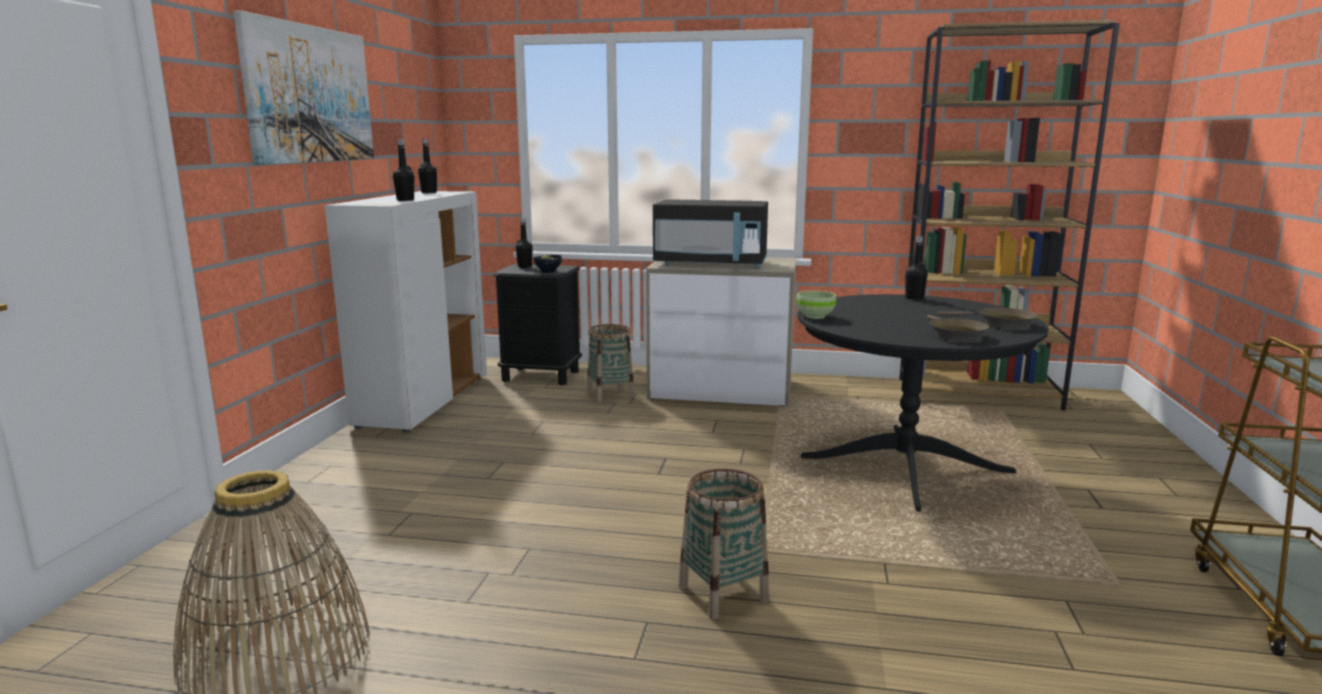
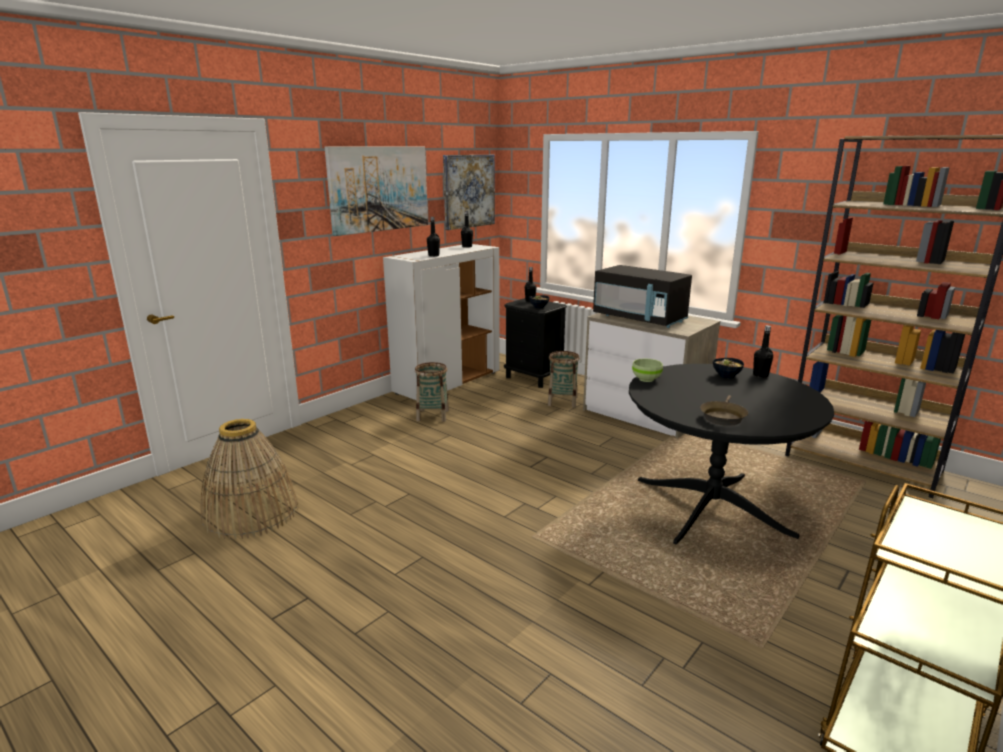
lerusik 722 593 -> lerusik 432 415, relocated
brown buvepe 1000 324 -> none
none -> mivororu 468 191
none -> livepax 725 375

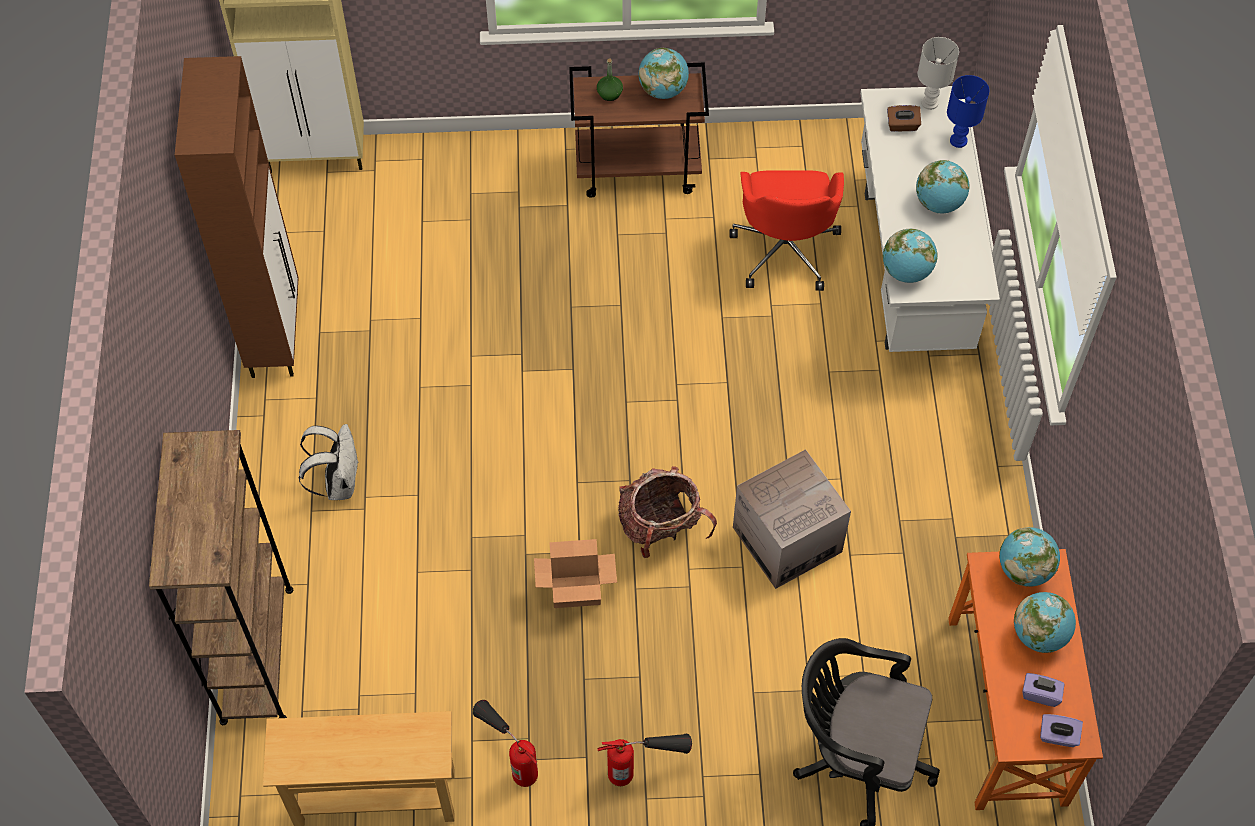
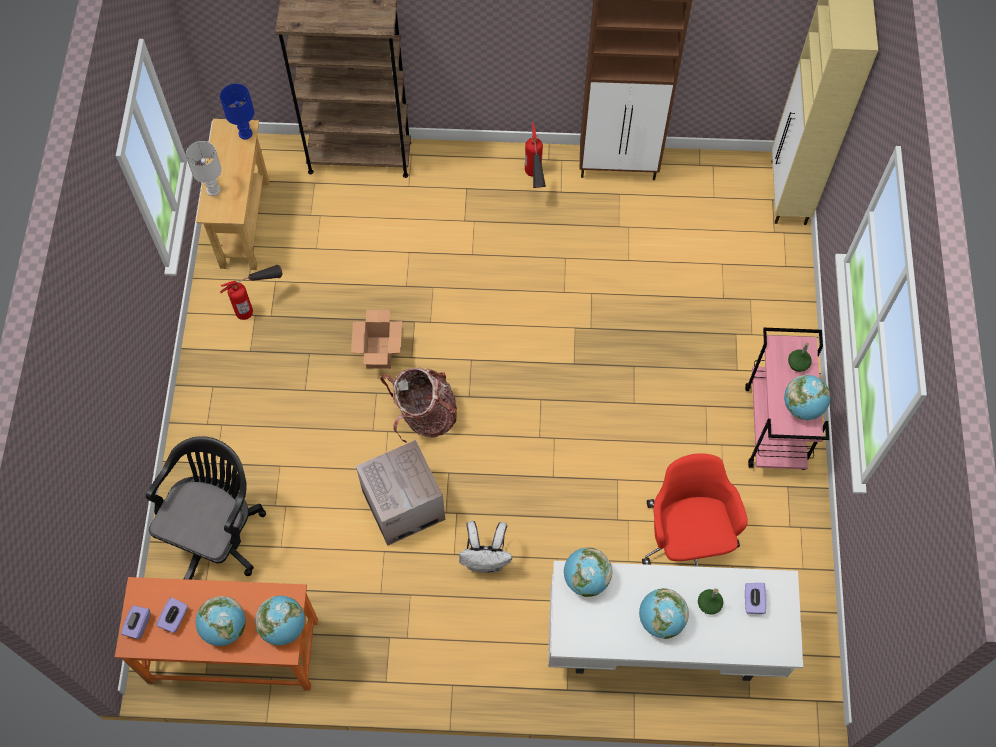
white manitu 338 482 -> white manitu 486 560, relocated
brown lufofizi 639 169 -> pink lufofizi 775 428
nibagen 644 770 -> nibagen 535 183, relocated
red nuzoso 785 249 -> red nuzoso 686 539, 75 degrees clockwise
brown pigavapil 902 125 -> purple pigavapil 753 601
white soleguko 930 103 -> white soleguko 213 190, relocated
blue soleguko 958 141 -> blue soleguko 245 133, relocated
none -> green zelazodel 709 604

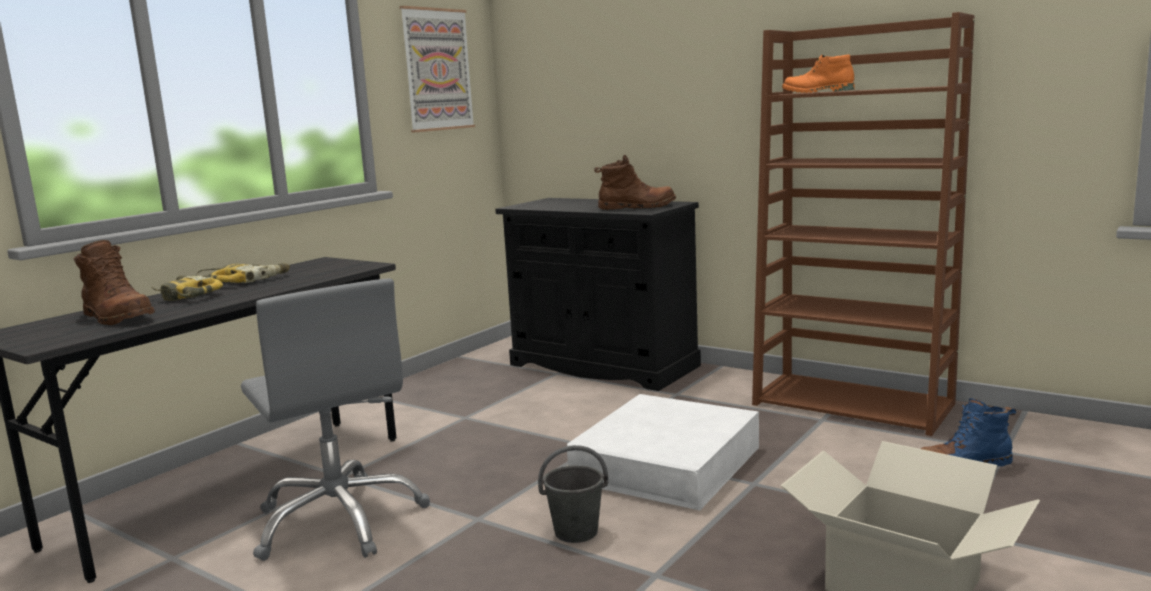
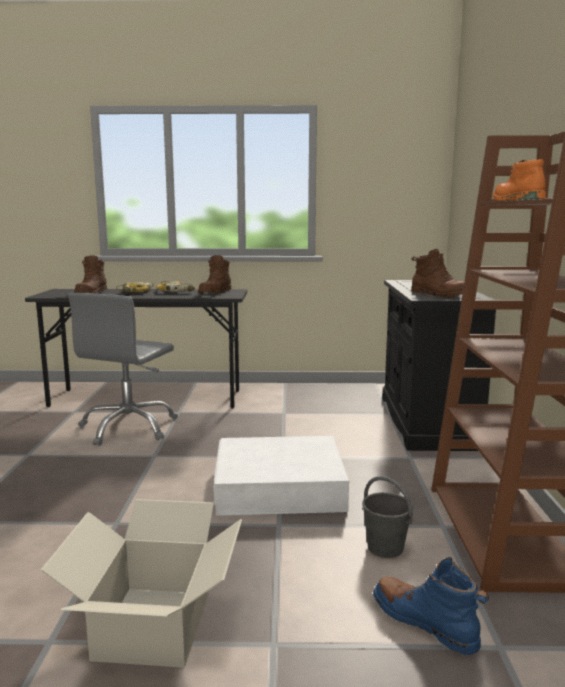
mivororu 437 70 -> none
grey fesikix 577 532 -> grey fesikix 386 548, relocated
none -> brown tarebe 215 293

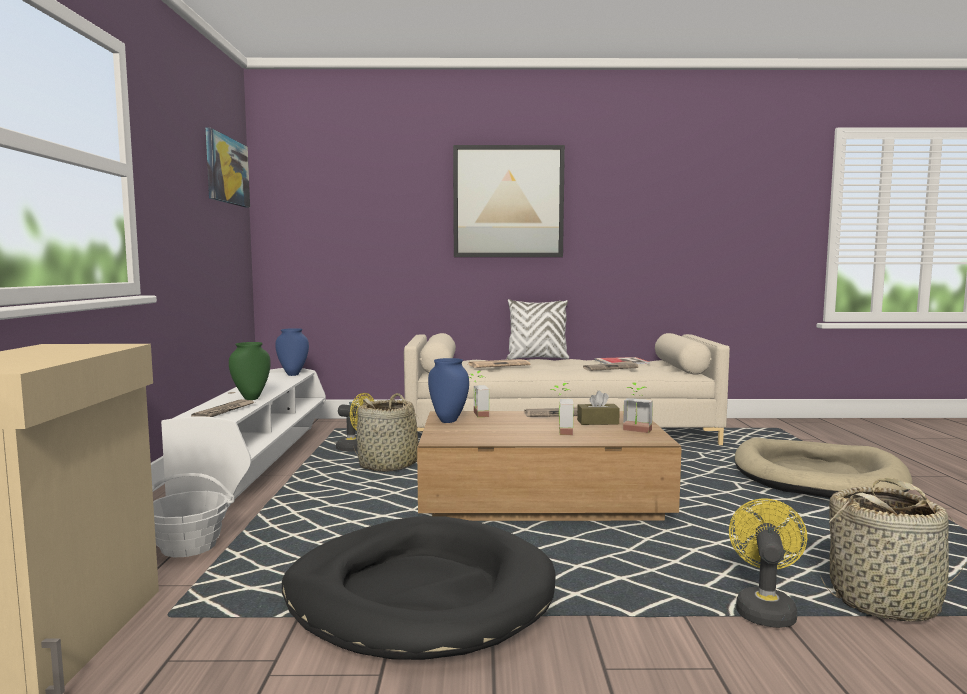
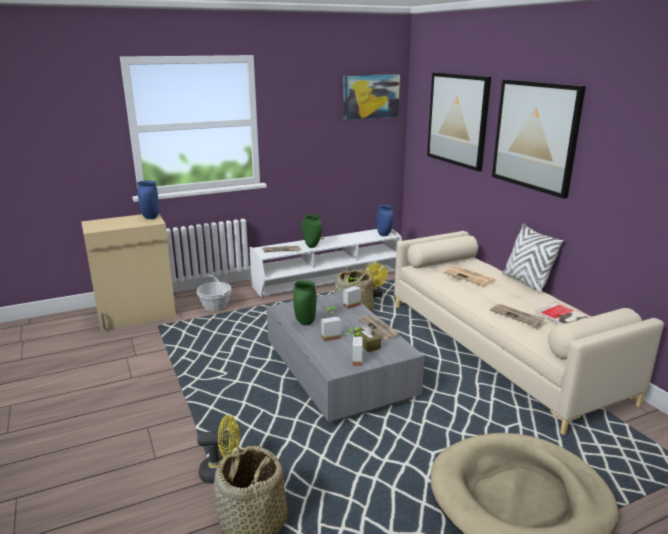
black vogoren 419 594 -> none
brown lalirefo 542 498 -> grey lalirefo 338 372
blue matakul 449 421 -> blue matakul 151 218, relocated
none -> green matakul 306 323
none -> mivororu 458 120

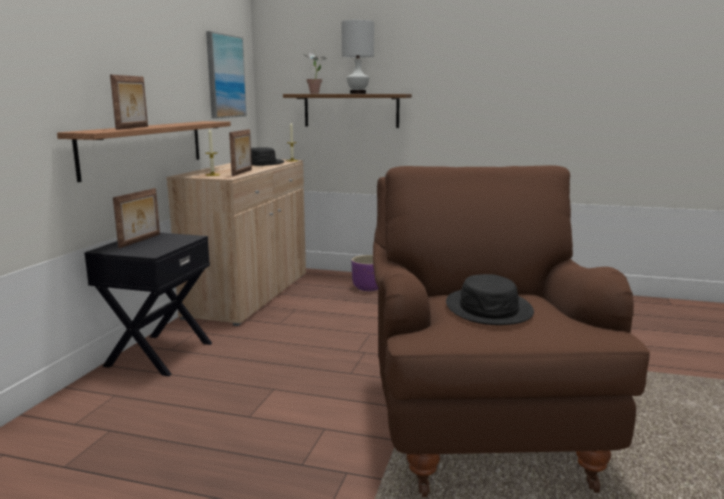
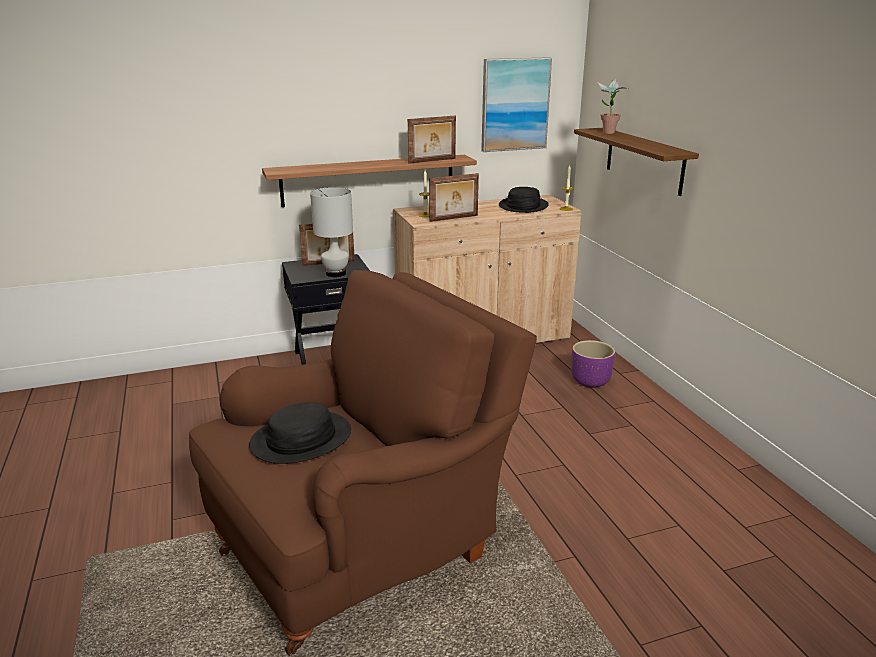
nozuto 133 128 -> nozuto 432 161, relocated
white soleguko 357 93 -> white soleguko 336 273, relocated

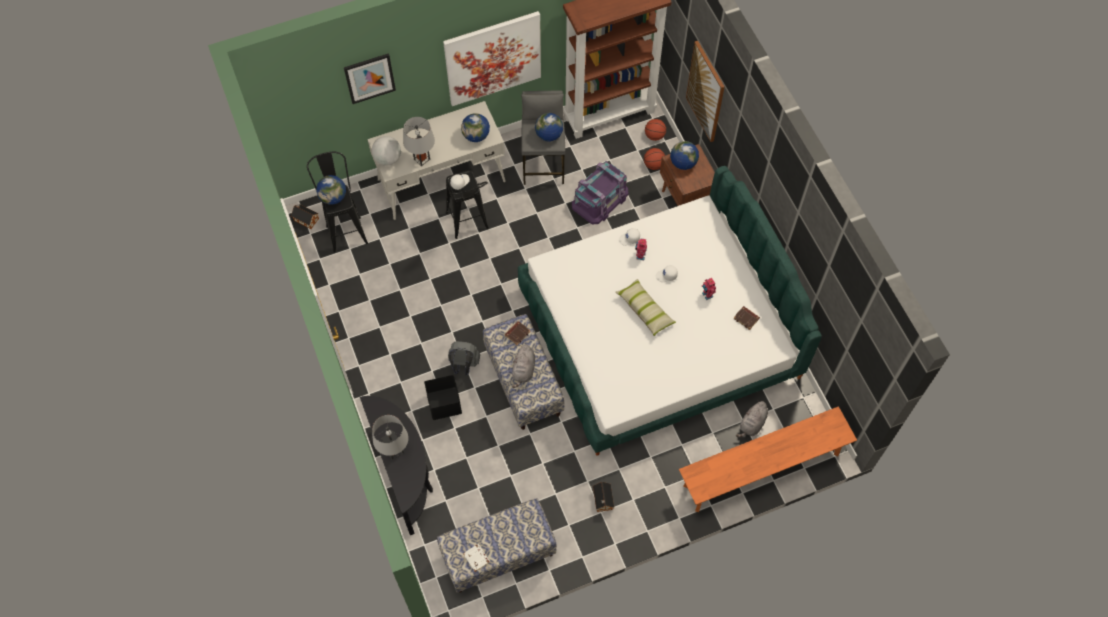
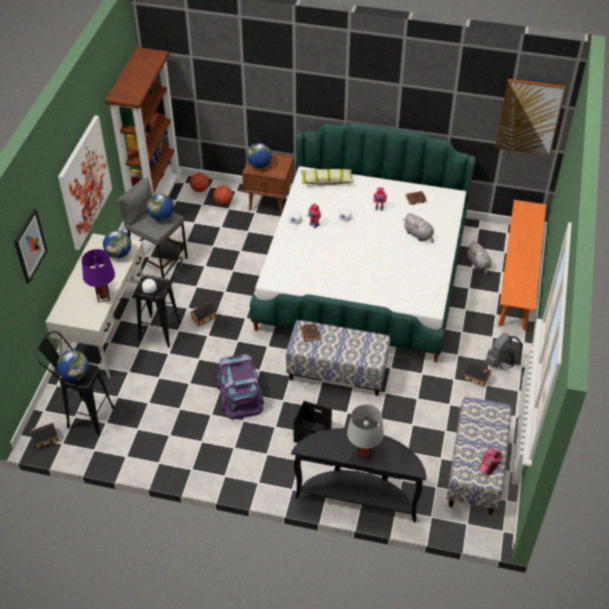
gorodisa 388 159 -> none
grey soleguko 422 159 -> purple soleguko 103 297
grey manitu 464 365 -> grey manitu 500 363, relocated
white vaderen 477 558 -> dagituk 490 463
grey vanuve 523 370 -> grey vanuve 419 235, relocated
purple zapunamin 599 199 -> purple zapunamin 239 394, relocated
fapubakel 645 310 -> fapubakel 326 181, relocated
mivororu 706 92 -> mivororu 529 117, relocated
none -> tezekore 203 318

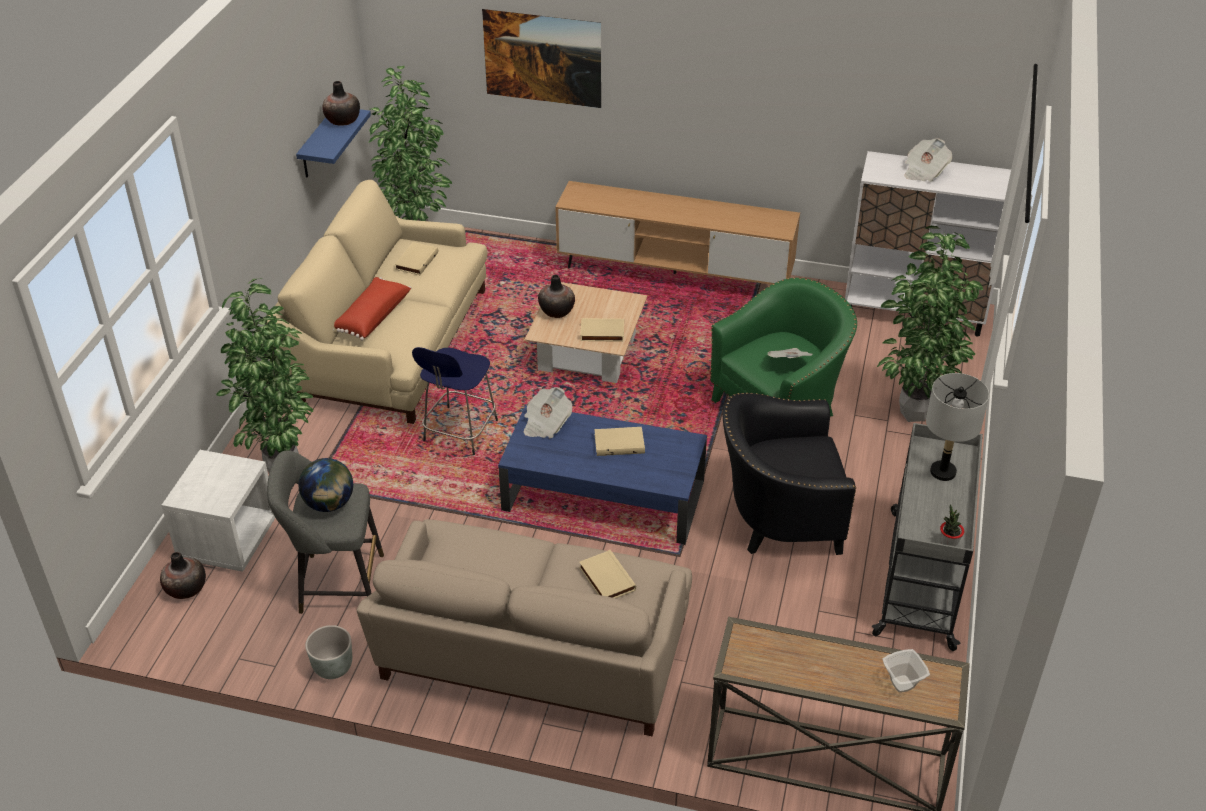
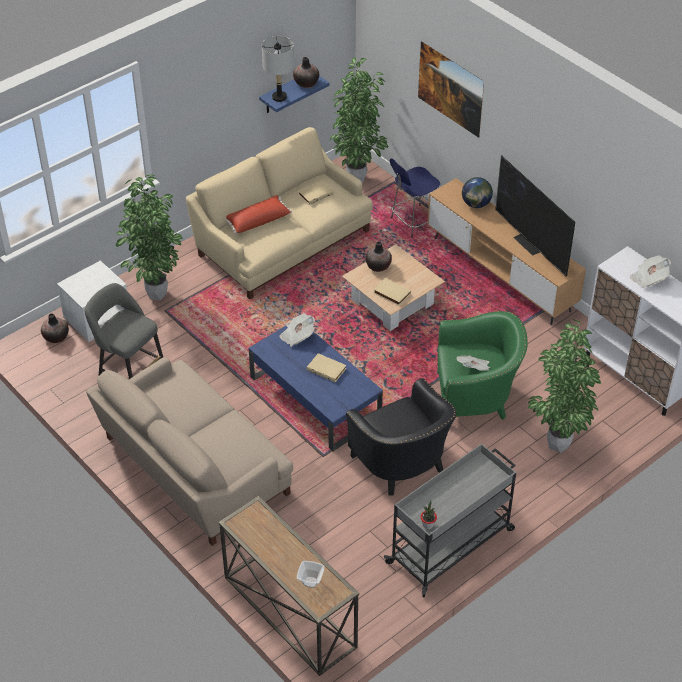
gorodisa 329 504 -> gorodisa 476 204, relocated
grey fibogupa 332 668 -> none
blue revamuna 459 433 -> blue revamuna 414 222, relocated
beige vaderen 605 579 -> none
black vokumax 778 519 -> black vokumax 402 465, 150 degrees counterclockwise
grey soleguko 943 472 -> grey soleguko 279 97, relocated
none -> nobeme 530 243

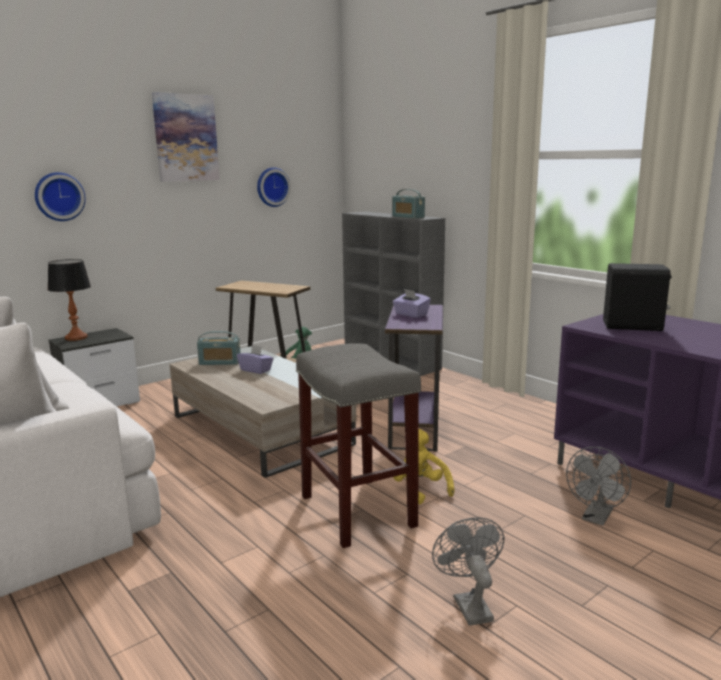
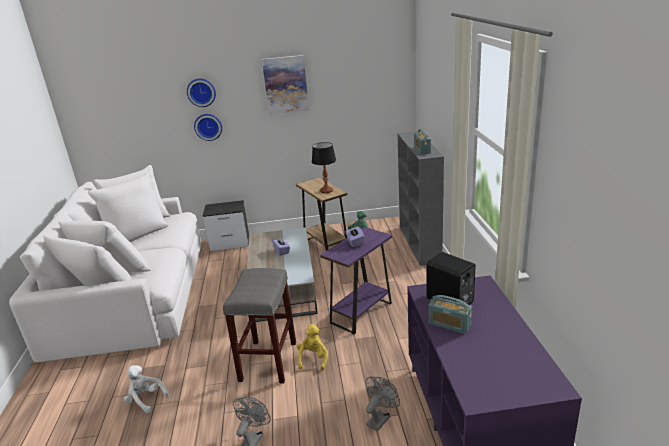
soleguko 76 338 -> soleguko 326 190, relocated
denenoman 220 362 -> denenoman 449 324, relocated
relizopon 272 187 -> relizopon 201 92, relocated
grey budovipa 596 518 -> grey budovipa 380 418, 150 degrees clockwise
none -> white vanuve 145 400

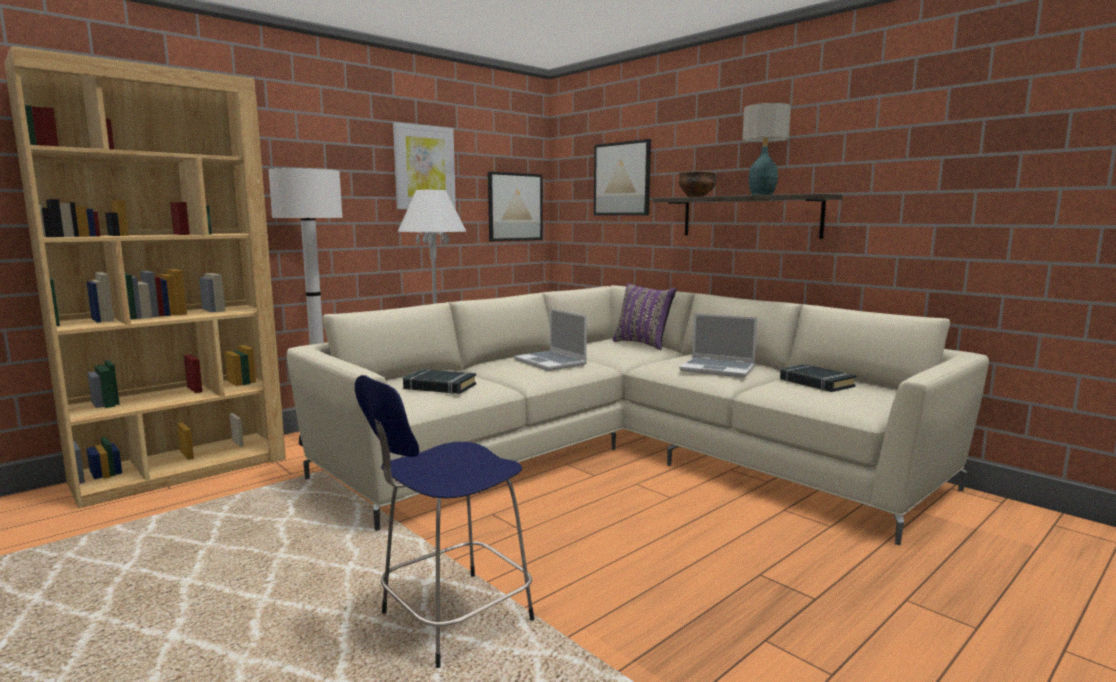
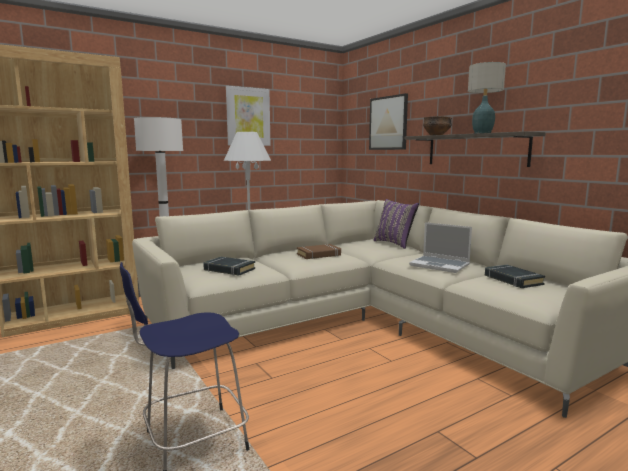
mivororu 515 207 -> none
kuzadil 551 362 -> brown vaderen 319 255

